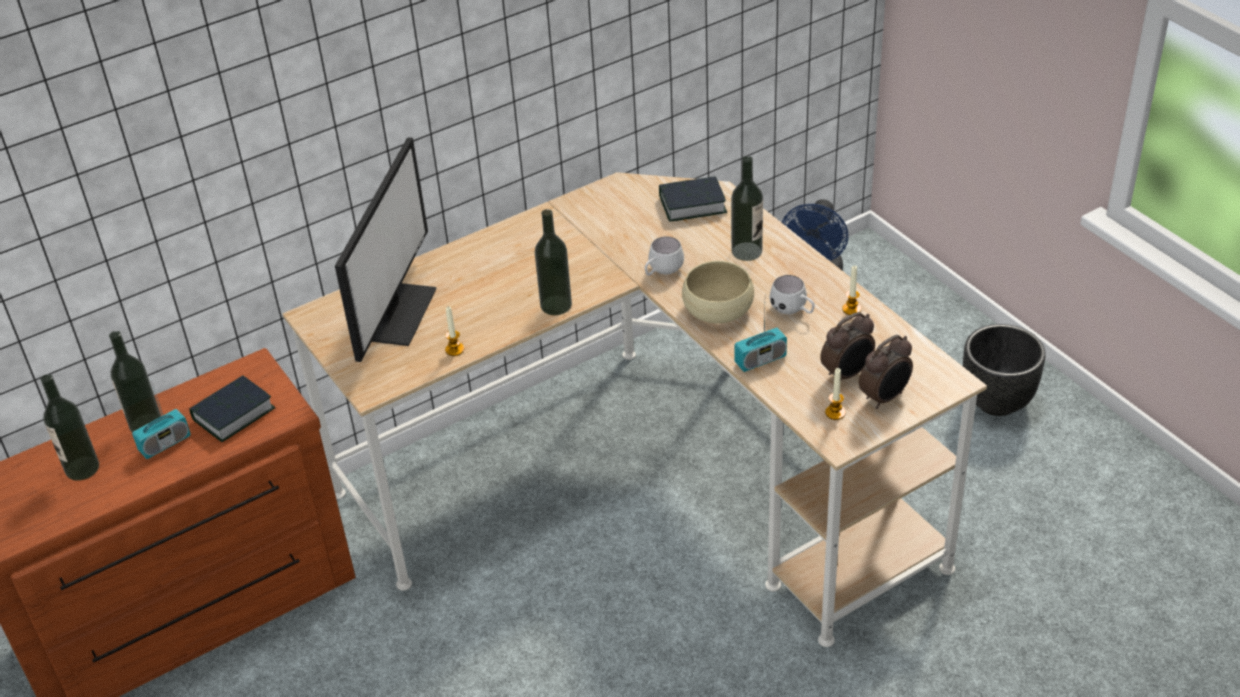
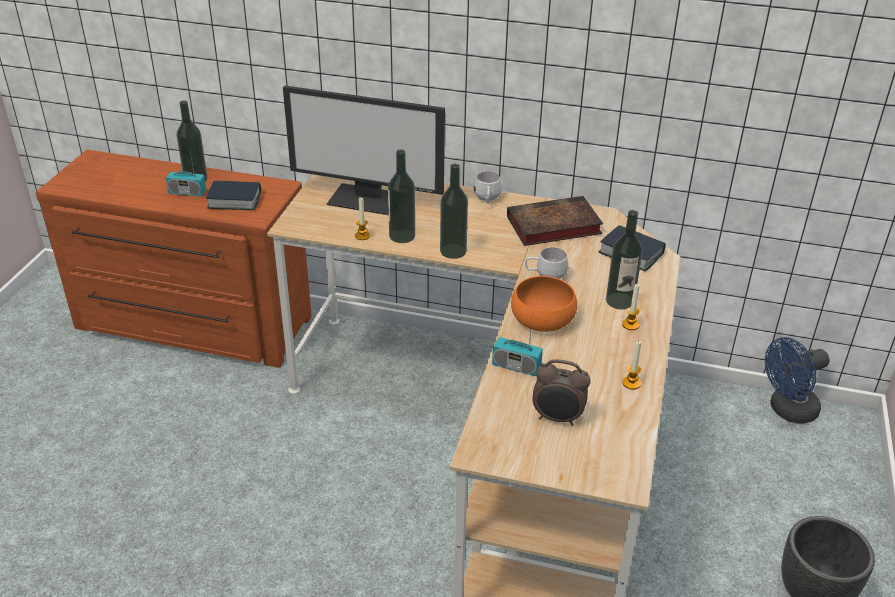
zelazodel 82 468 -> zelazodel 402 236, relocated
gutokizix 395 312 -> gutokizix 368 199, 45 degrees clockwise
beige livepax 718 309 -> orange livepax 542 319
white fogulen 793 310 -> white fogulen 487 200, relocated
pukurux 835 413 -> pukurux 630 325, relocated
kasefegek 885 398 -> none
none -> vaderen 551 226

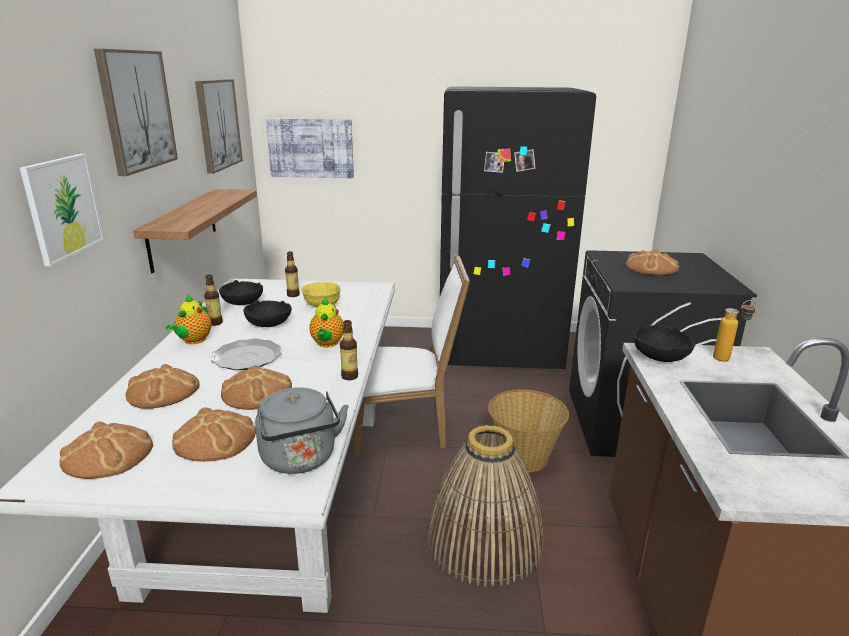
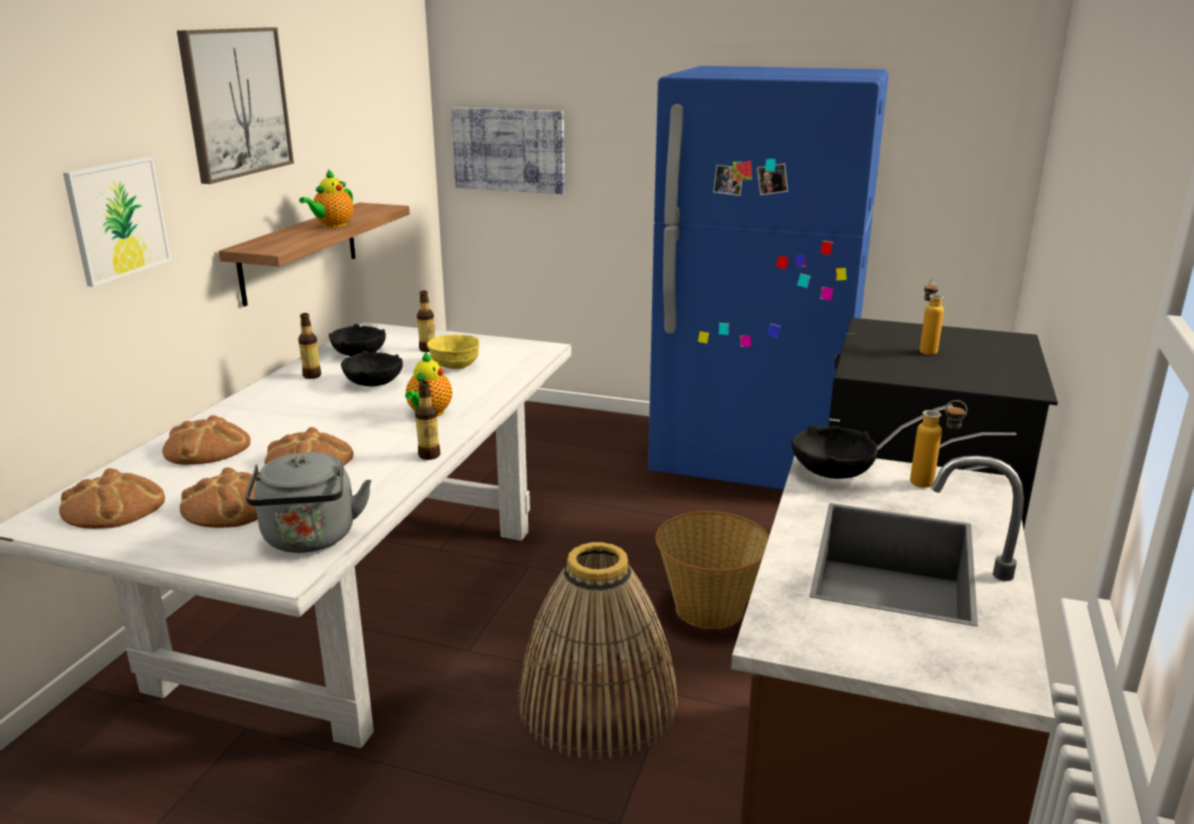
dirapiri 193 341 -> dirapiri 332 226, relocated
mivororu 218 124 -> none
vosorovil 247 357 -> none
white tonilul 405 429 -> none
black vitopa 498 350 -> blue vitopa 751 460
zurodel 651 268 -> zelazodel 925 350

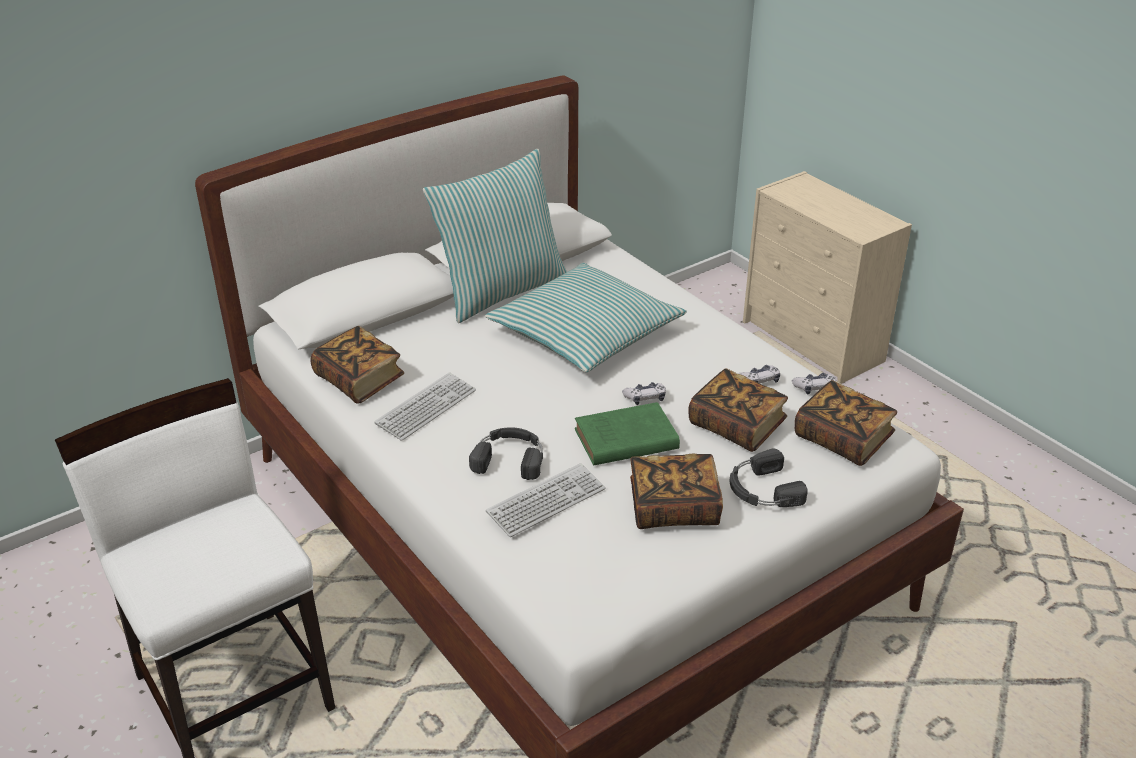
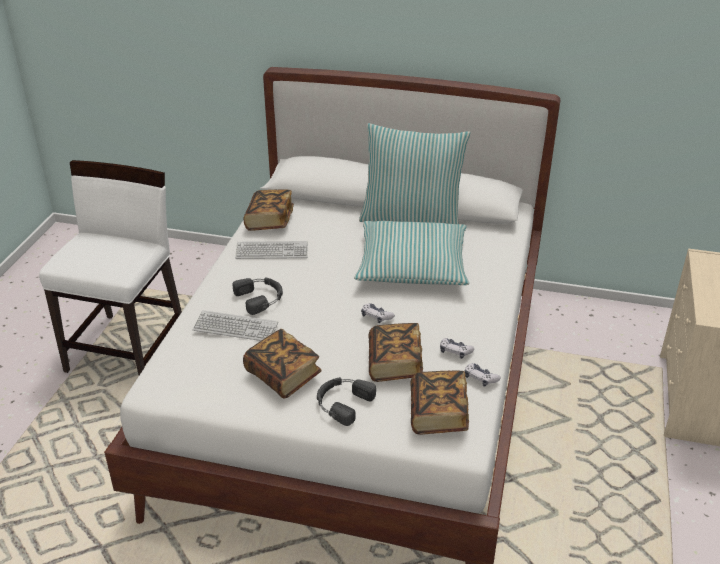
green vaderen 623 440 -> none

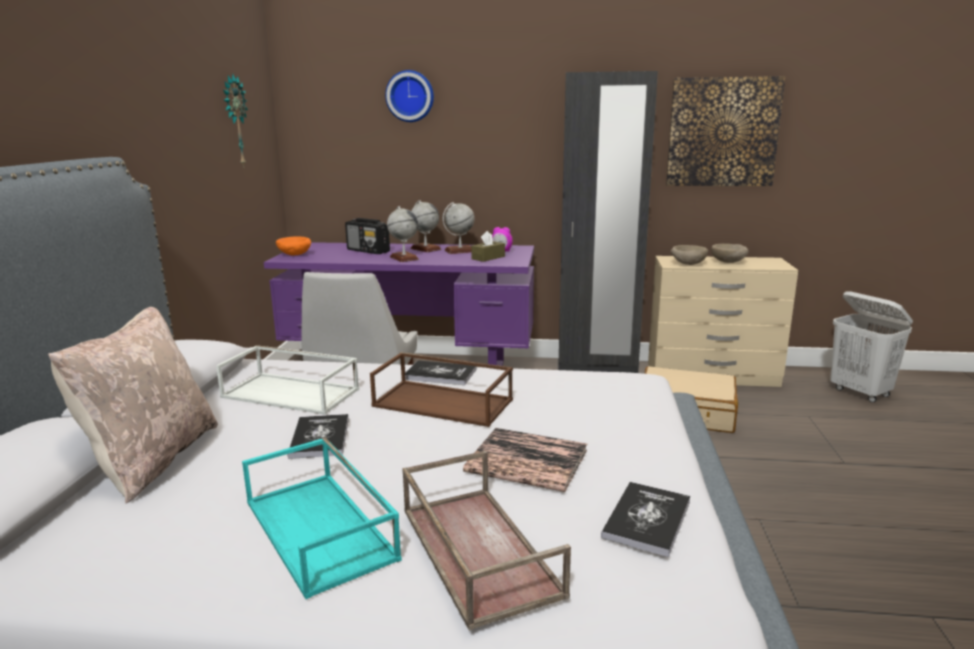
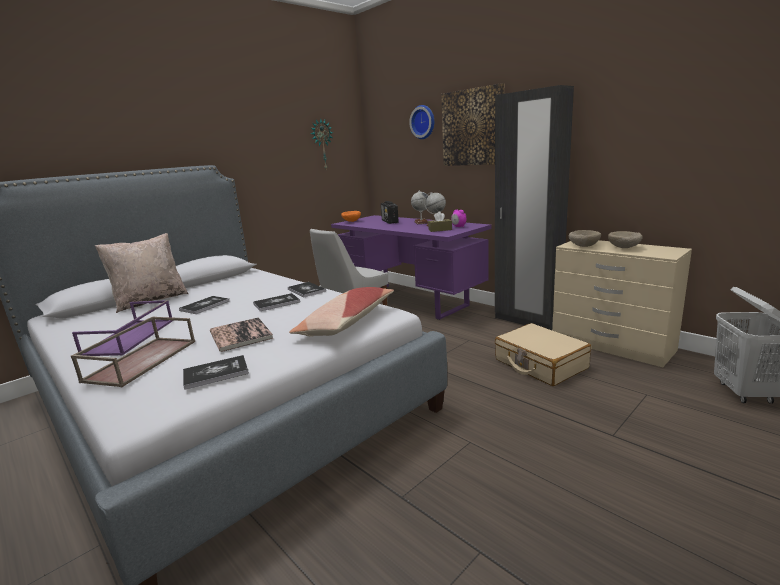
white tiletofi 292 393 -> none
turquoise tiletofi 322 530 -> purple tiletofi 130 337
brown tiletofi 444 402 -> vaderen 276 303
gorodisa 404 258 -> none
mivororu 722 132 -> mivororu 473 127, relocated
none -> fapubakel 346 323

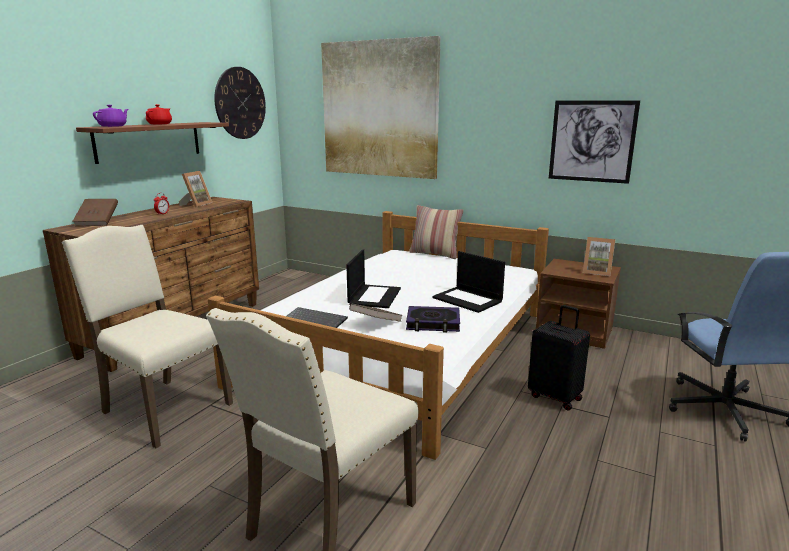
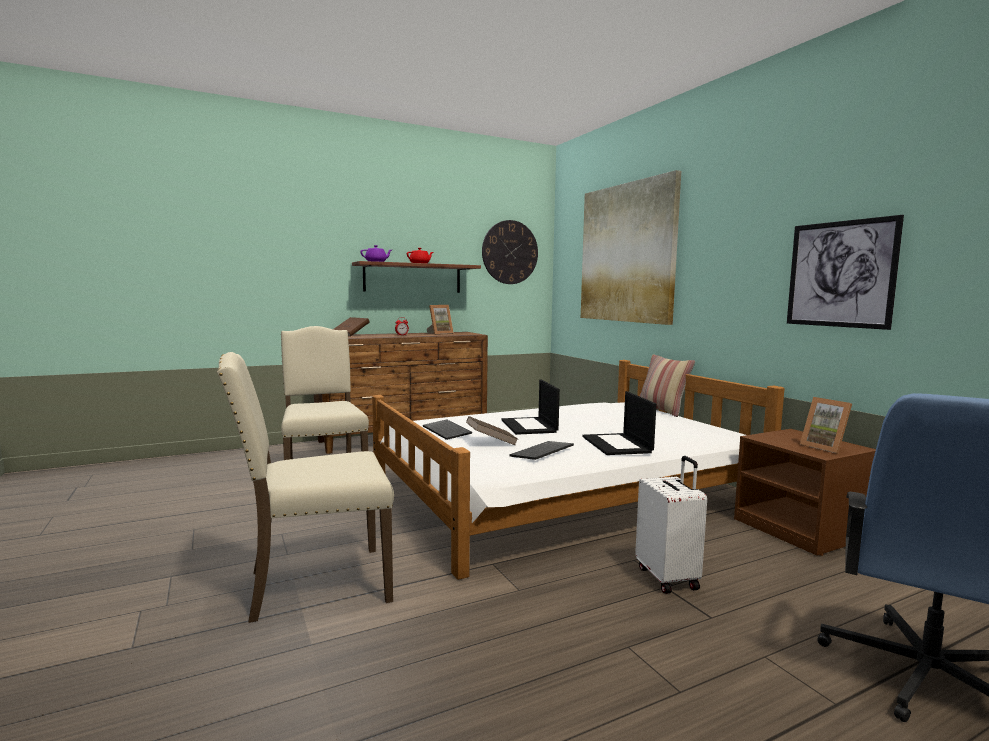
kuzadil 374 296 -> kuzadil 529 426, 120 degrees clockwise
vaderen 433 323 -> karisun 542 452
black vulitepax 555 397 -> white vulitepax 668 578

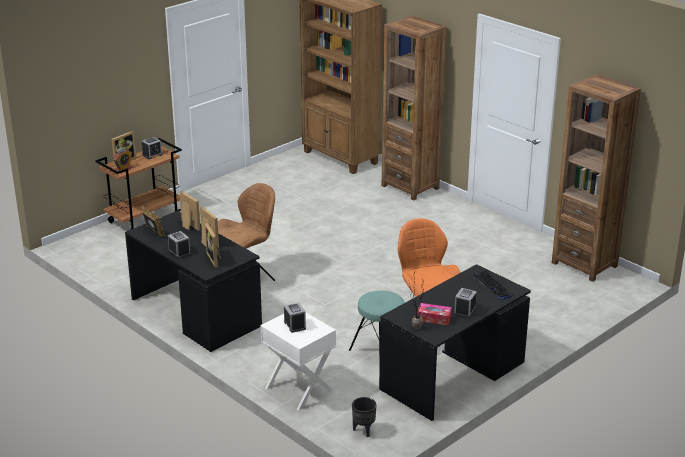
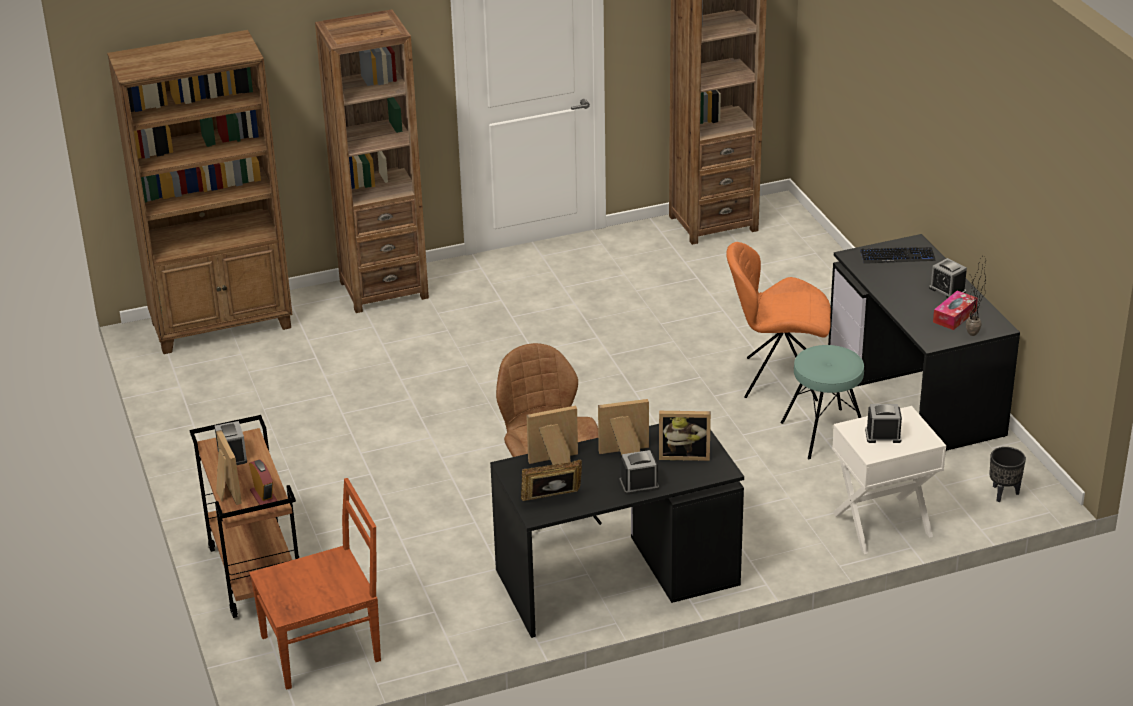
none -> brown tonilul 324 648

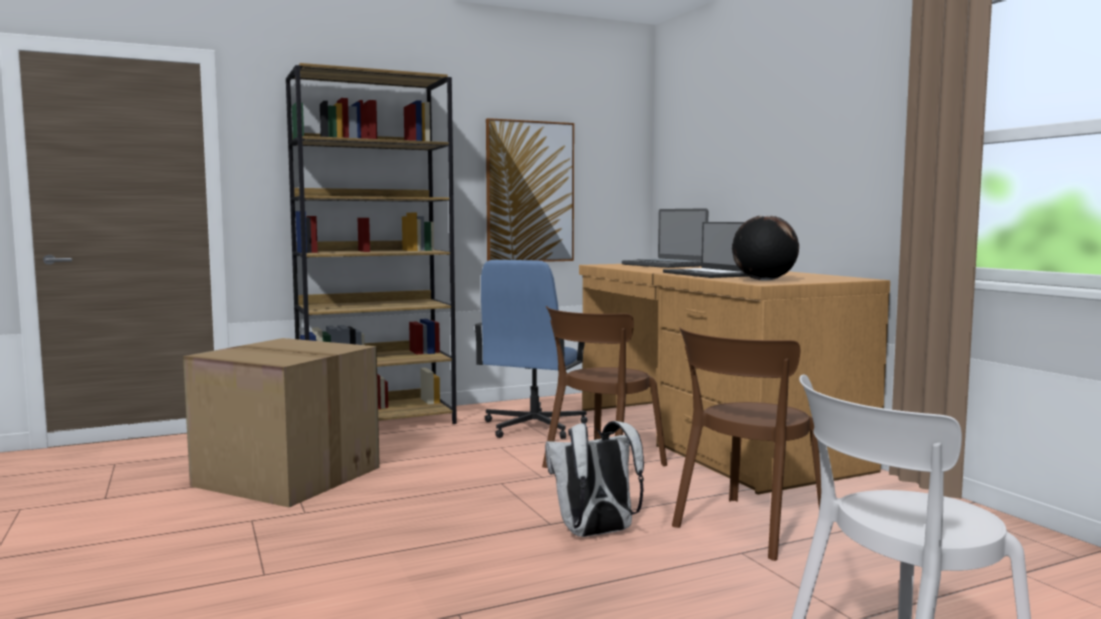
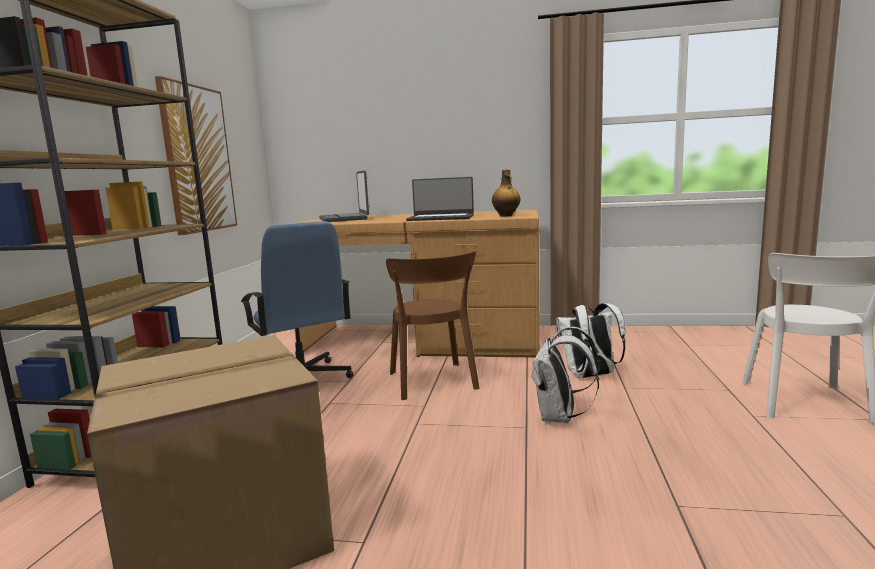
kuzadil 664 265 -> kuzadil 344 219, 75 degrees clockwise
brown tonilul 746 529 -> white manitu 590 376
gorodisa 763 280 -> zelazodel 506 216

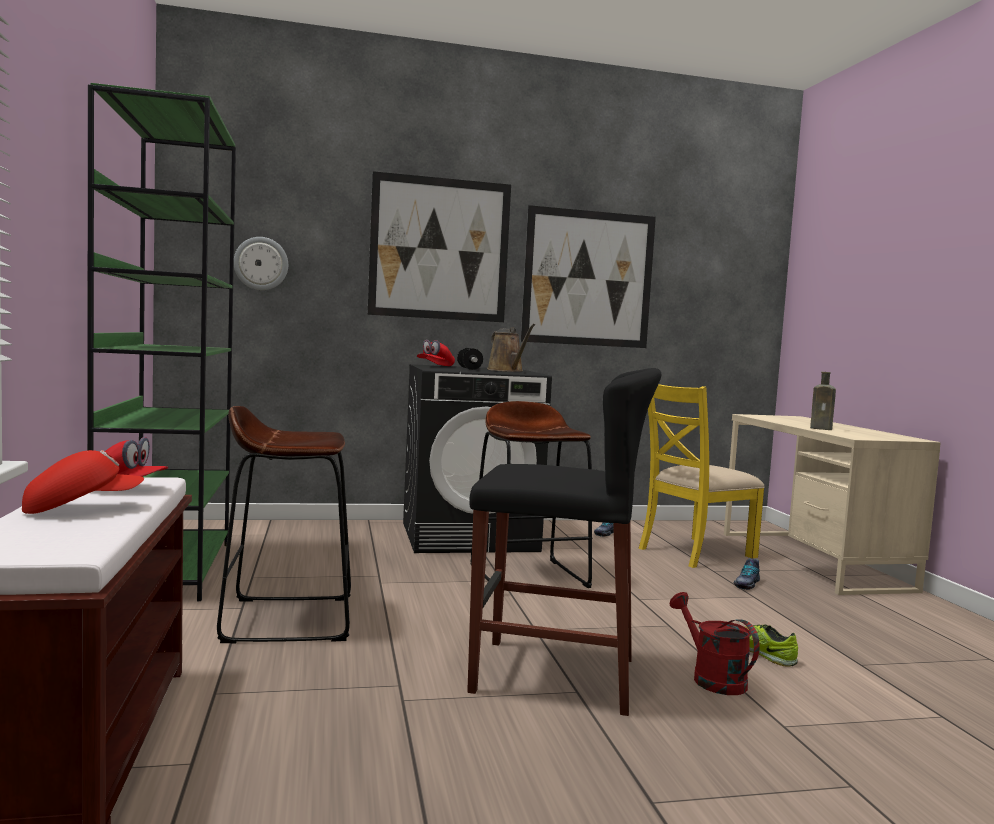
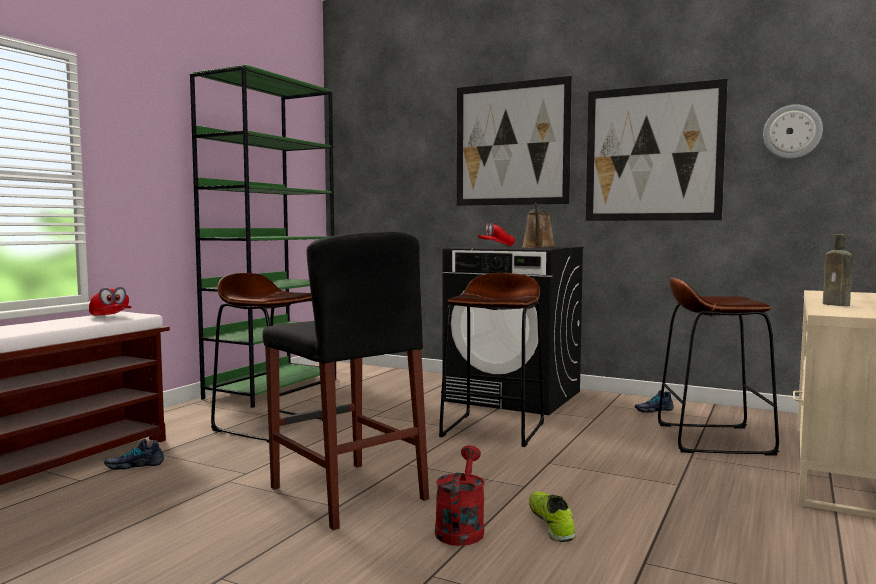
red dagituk 81 508 -> none
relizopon 261 263 -> relizopon 792 131, relocated
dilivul 469 369 -> none
yellow tonilul 695 552 -> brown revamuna 713 439
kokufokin 746 584 -> kokufokin 135 465, relocated

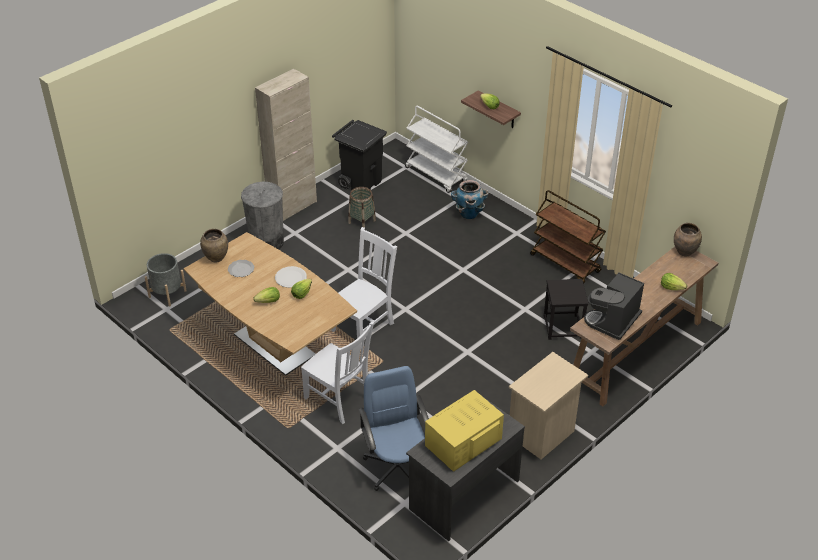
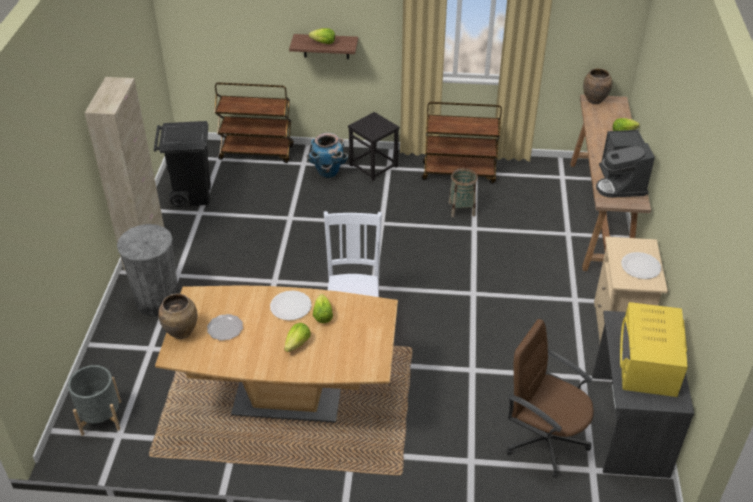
white tonilul 339 400 -> none
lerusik 362 221 -> lerusik 461 209, relocated
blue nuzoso 397 466 -> brown nuzoso 544 439
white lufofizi 436 175 -> brown lufofizi 257 152
black revamuna 563 327 -> black revamuna 374 166, relocated
none -> white vosorovil 640 267

